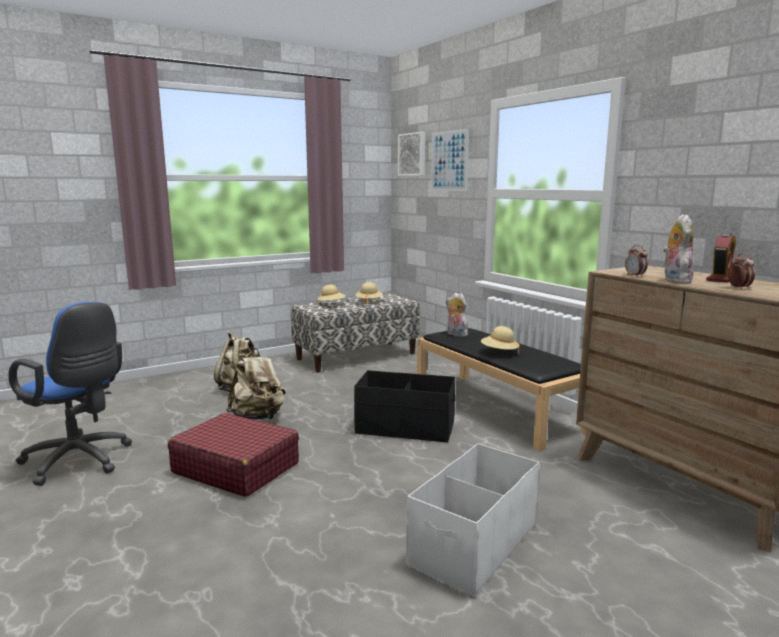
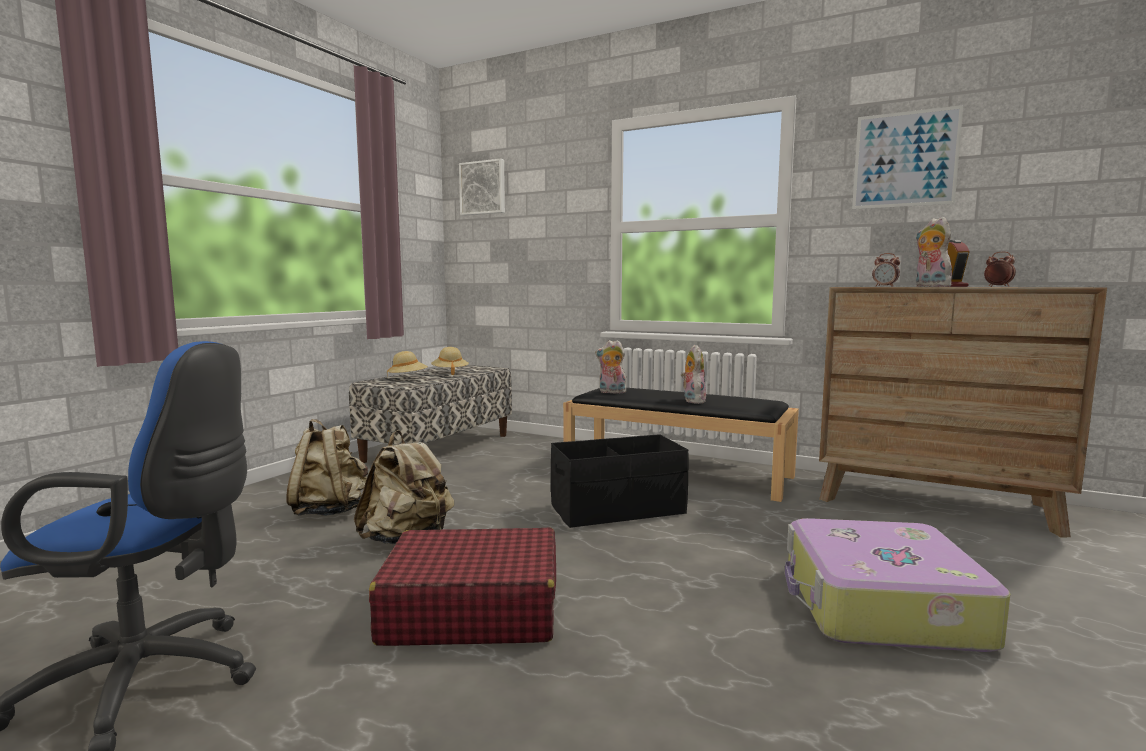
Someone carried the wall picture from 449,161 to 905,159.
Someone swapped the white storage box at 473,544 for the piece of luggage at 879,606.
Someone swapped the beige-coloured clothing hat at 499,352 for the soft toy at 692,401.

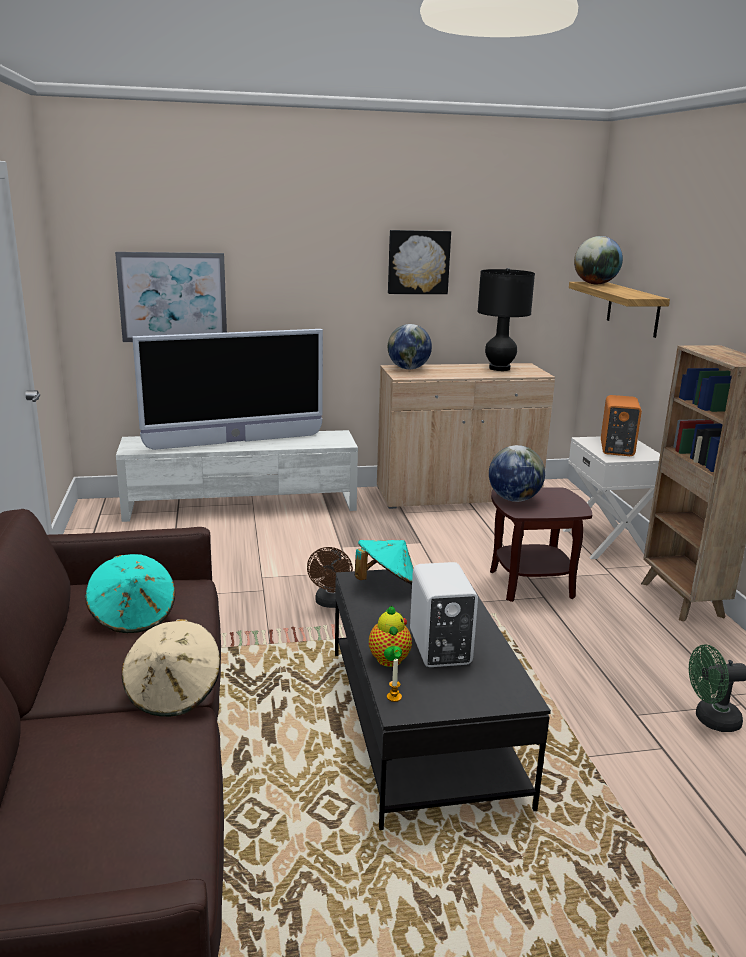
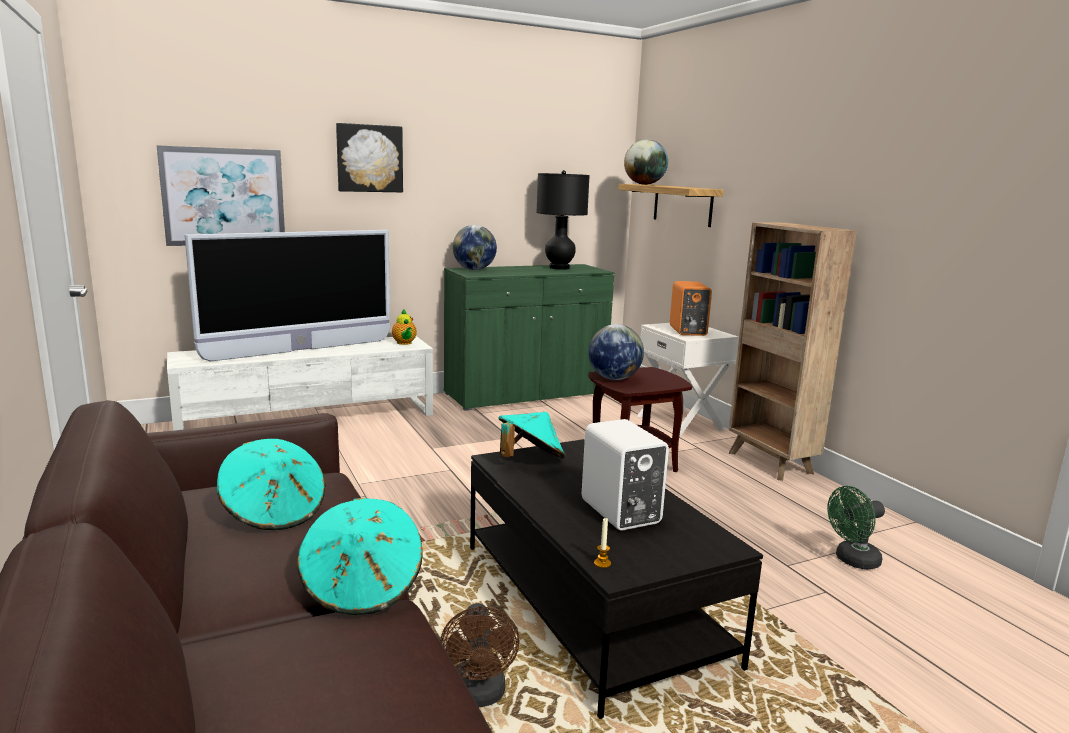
Someone carried the brown-coloured fan from 331,603 to 478,696.
Someone carried the pot for tea from 389,661 to 404,343.
Someone carried the wall picture from 418,262 to 369,158.
Someone repainted the beige-coloured clothing hat at 174,693, which became the turquoise clothing hat at 362,587.
Someone repainted the beige-coloured storage cabinet at 457,495, which became the green storage cabinet at 526,394.

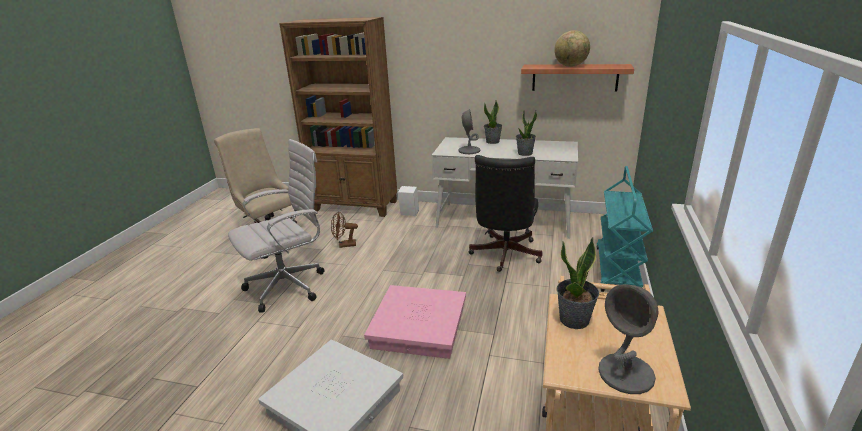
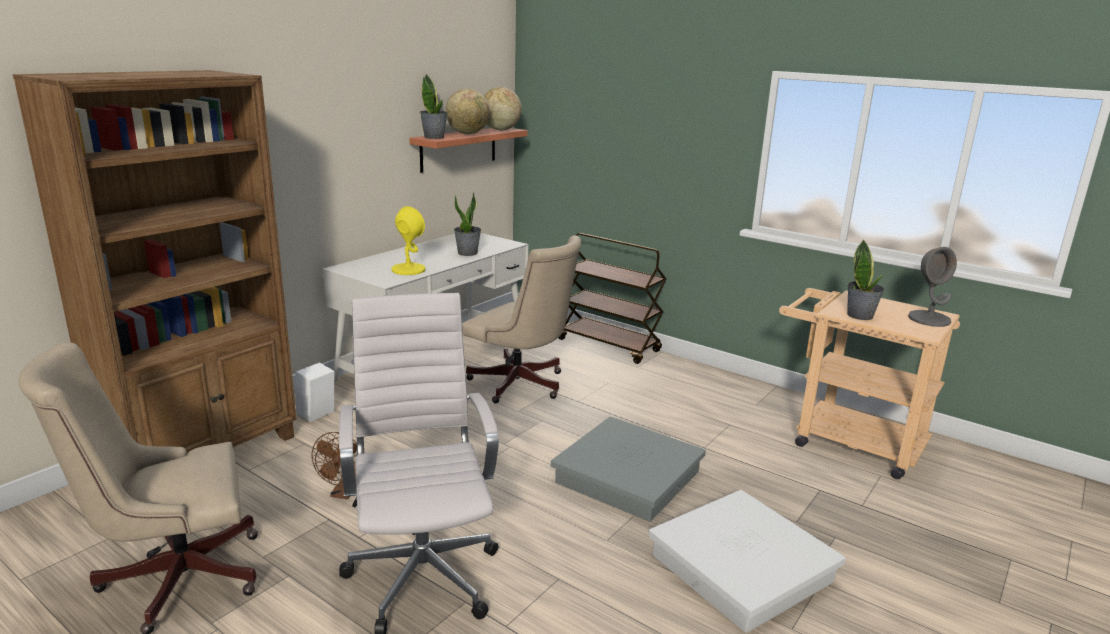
Someone put down the world globe at 500,130.
Someone carried the plant in a pot from 493,141 to 434,137.
Someone repainted the pinkish storage box at 418,327, which became the grey storage box at 627,477.
Someone repainted the grey lamp for a table at 469,150, which became the yellow-coloured lamp for a table at 408,270.
Someone repainted the blackish desk chair at 504,255, which became the beige-coloured desk chair at 522,385.
Someone repainted the turquoise wheeled cart at 617,271, which became the brown-coloured wheeled cart at 609,345.

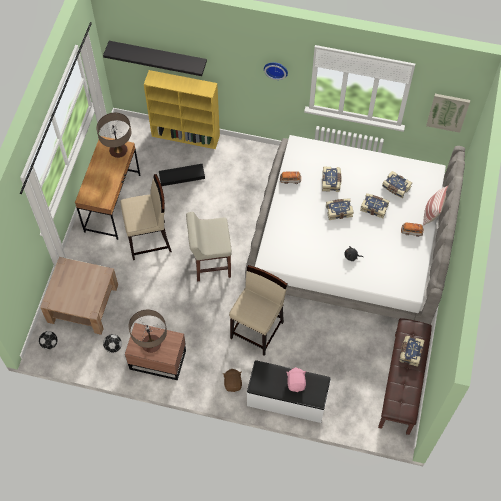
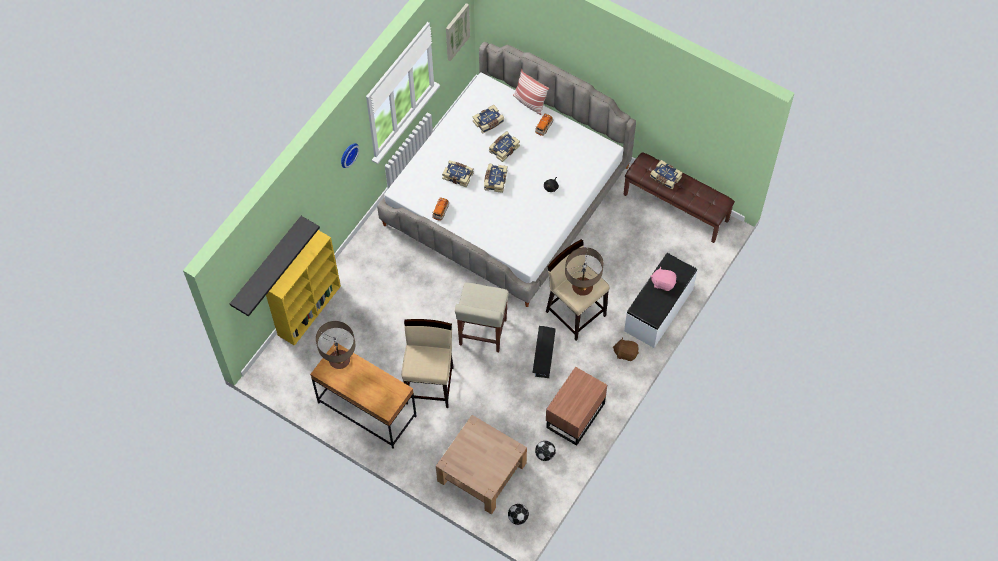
Someone carried the lamp for a table from 151,344 to 582,287.
Someone carried the blackish storage box from 181,176 to 543,353.

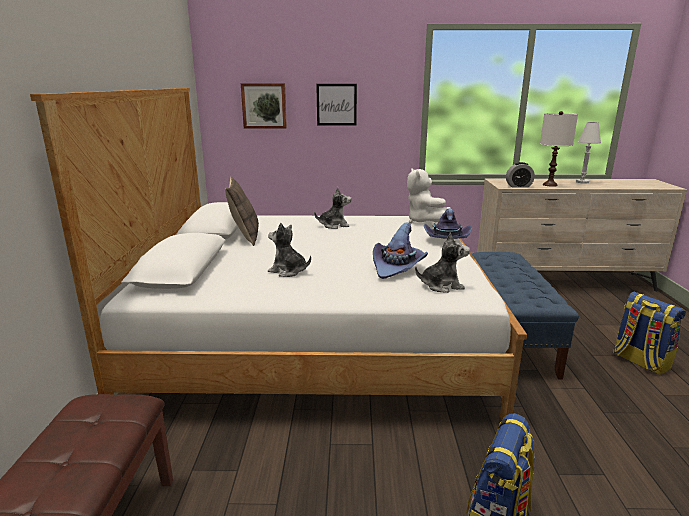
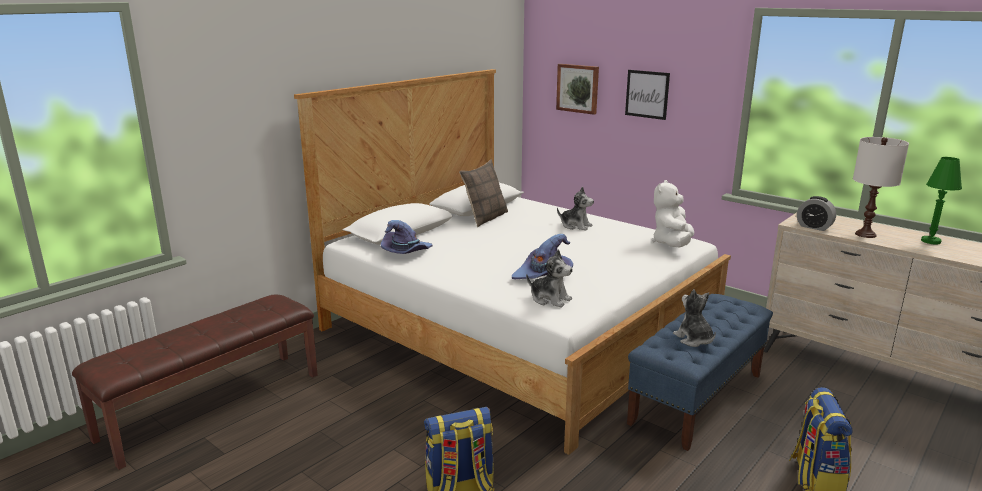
Someone carried the soft toy from 288,271 to 694,339.
Someone carried the purple clothing hat from 446,239 to 406,252.
Someone repainted the white lamp for a table at 582,182, which became the green lamp for a table at 930,241.

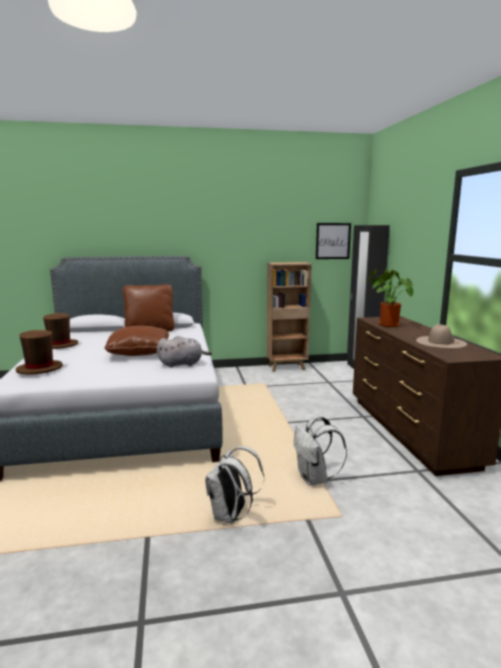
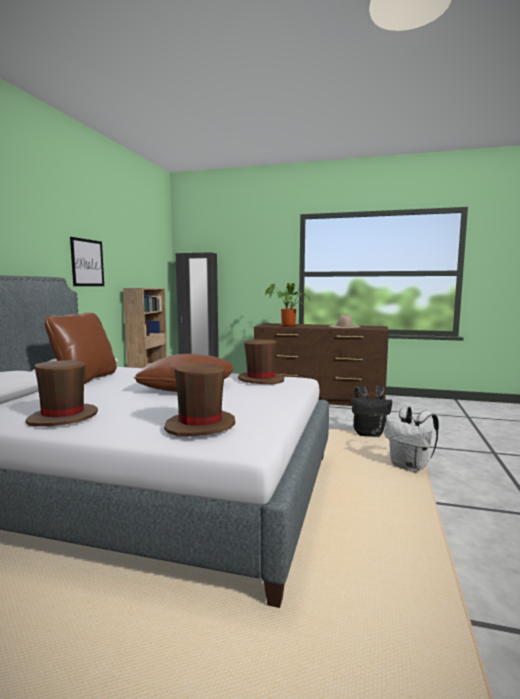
Someone carried the wall picture from 333,241 to 87,262.
Someone swapped the grey soft toy at 182,364 for the brown-coloured clothing hat at 261,380.
Someone repainted the white rucksack at 314,479, which became the blackish rucksack at 369,434.

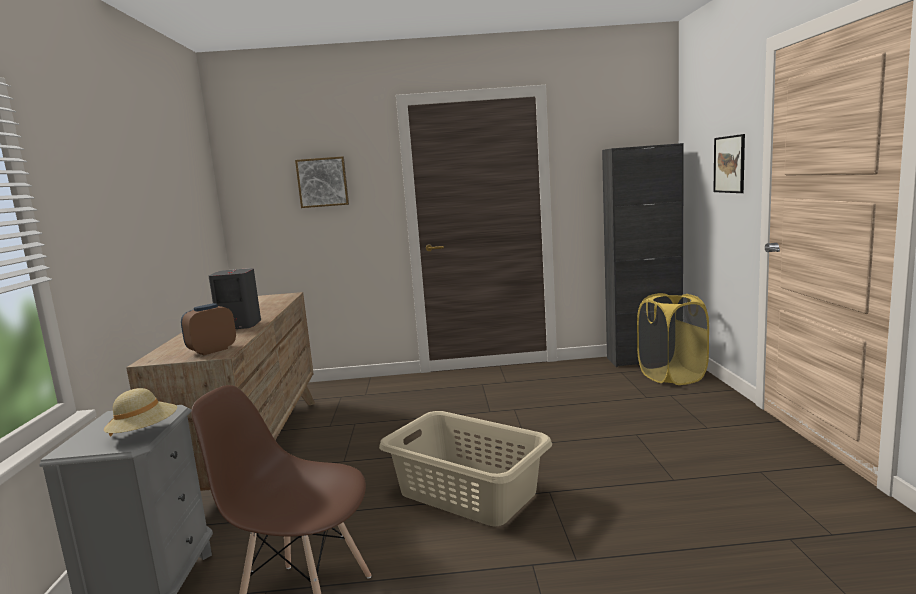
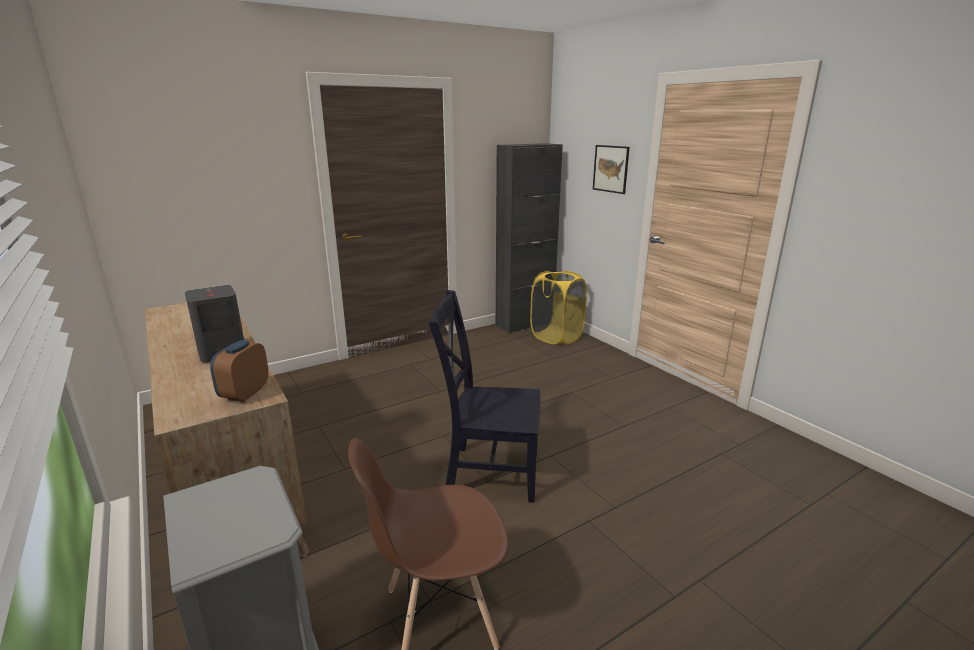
Someone took away the beige-coloured clothing hat at 144,433.
Someone took away the wall picture at 322,182.
Someone swapped the beige-coloured hamper at 467,492 for the blackish chair at 488,472.

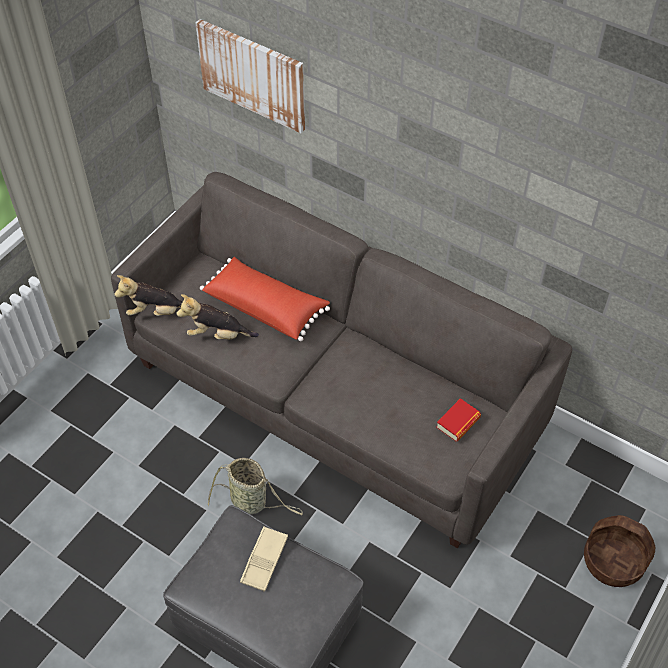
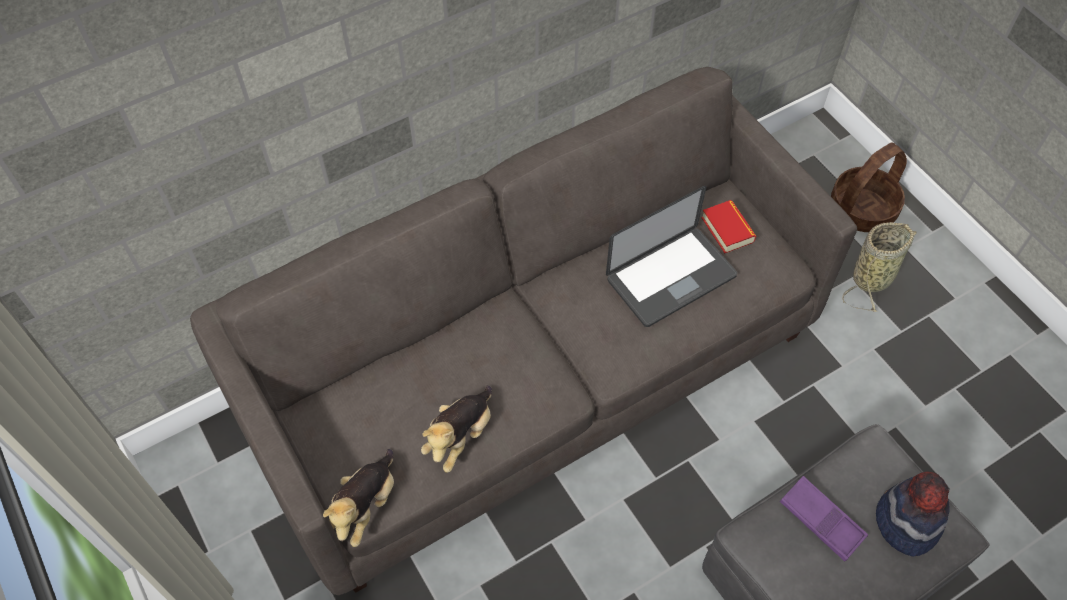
Someone took away the wall picture at 253,74.
Someone took away the red-coloured throw pillow at 266,306.
Someone put down the portable computer at 671,278.
Someone put down the clothing hat at 906,522.
Someone carried the household basket from 251,502 to 874,276.
Someone repainted the beige-coloured tray at 264,561, which became the purple tray at 821,520.

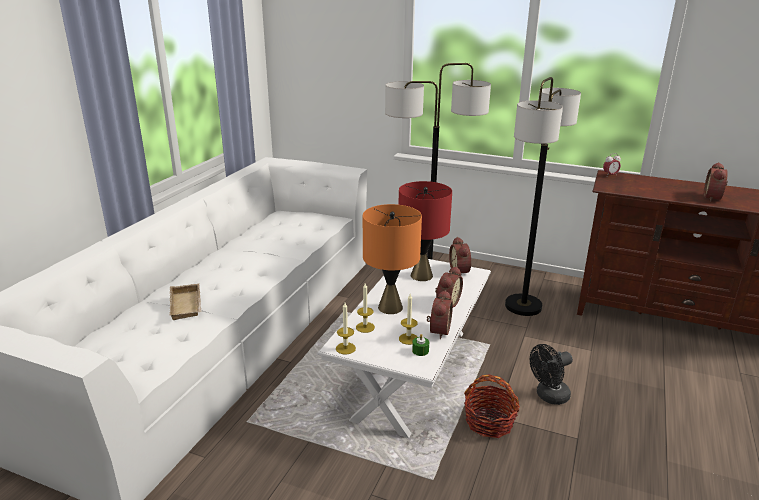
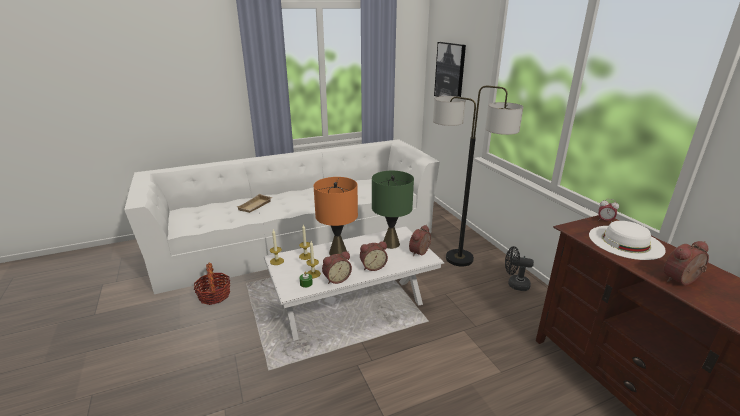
Someone took away the floor lamp at 523,306.
Someone put up the wall picture at 450,72.
Someone put down the white clothing hat at 625,242.
Someone carried the household basket from 489,422 to 214,295.
Someone carried the blackish fan from 548,396 to 514,284.
Someone repainted the red-coloured lamp for a table at 421,275, which became the green lamp for a table at 391,244.

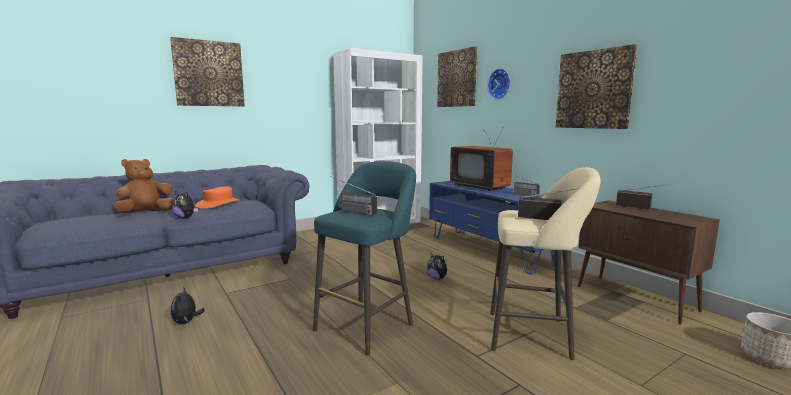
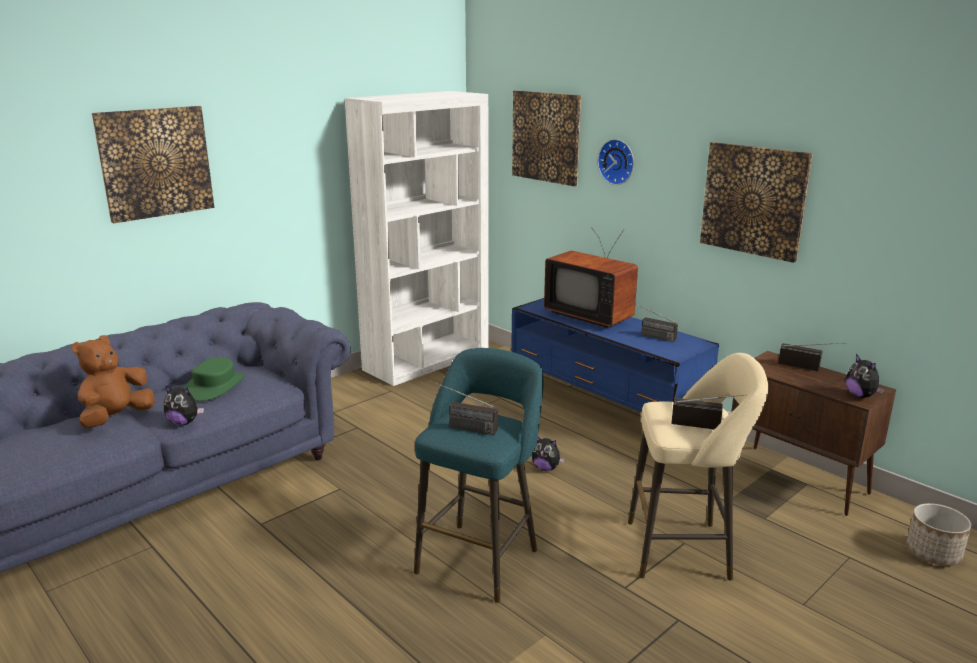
Someone carried the soft toy from 186,322 to 861,396.
Someone repainted the orangey clothing hat at 218,204, which became the green clothing hat at 215,386.

